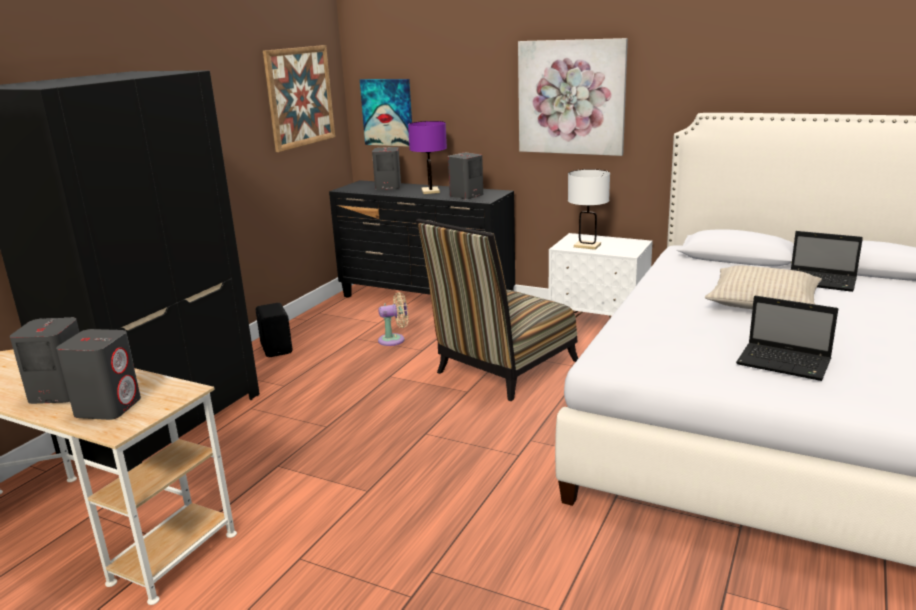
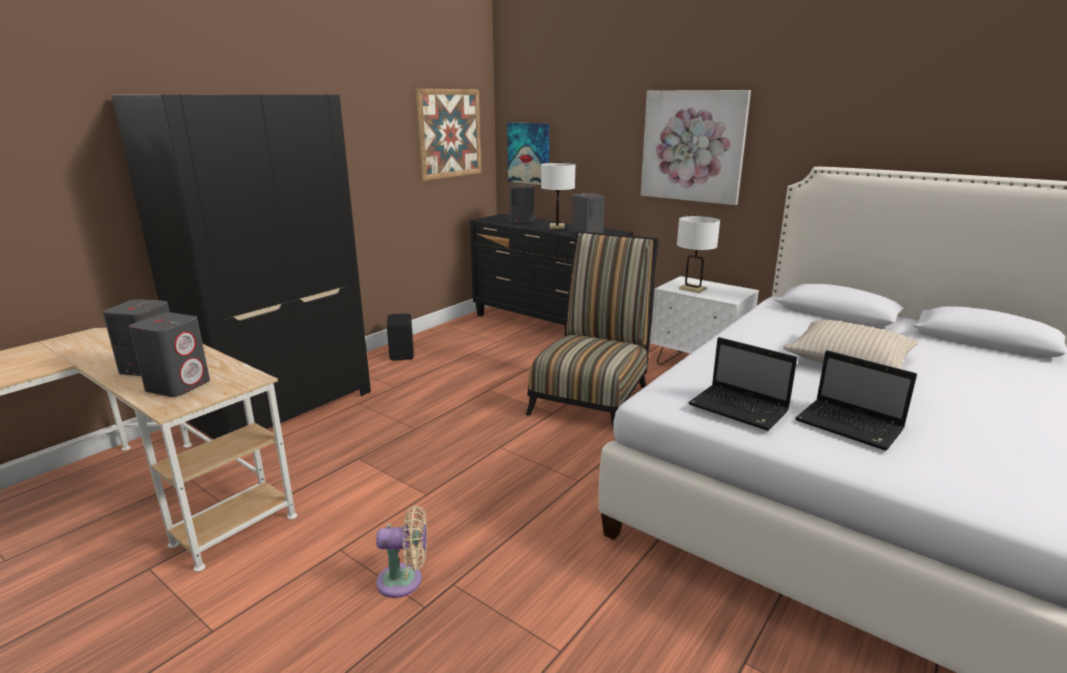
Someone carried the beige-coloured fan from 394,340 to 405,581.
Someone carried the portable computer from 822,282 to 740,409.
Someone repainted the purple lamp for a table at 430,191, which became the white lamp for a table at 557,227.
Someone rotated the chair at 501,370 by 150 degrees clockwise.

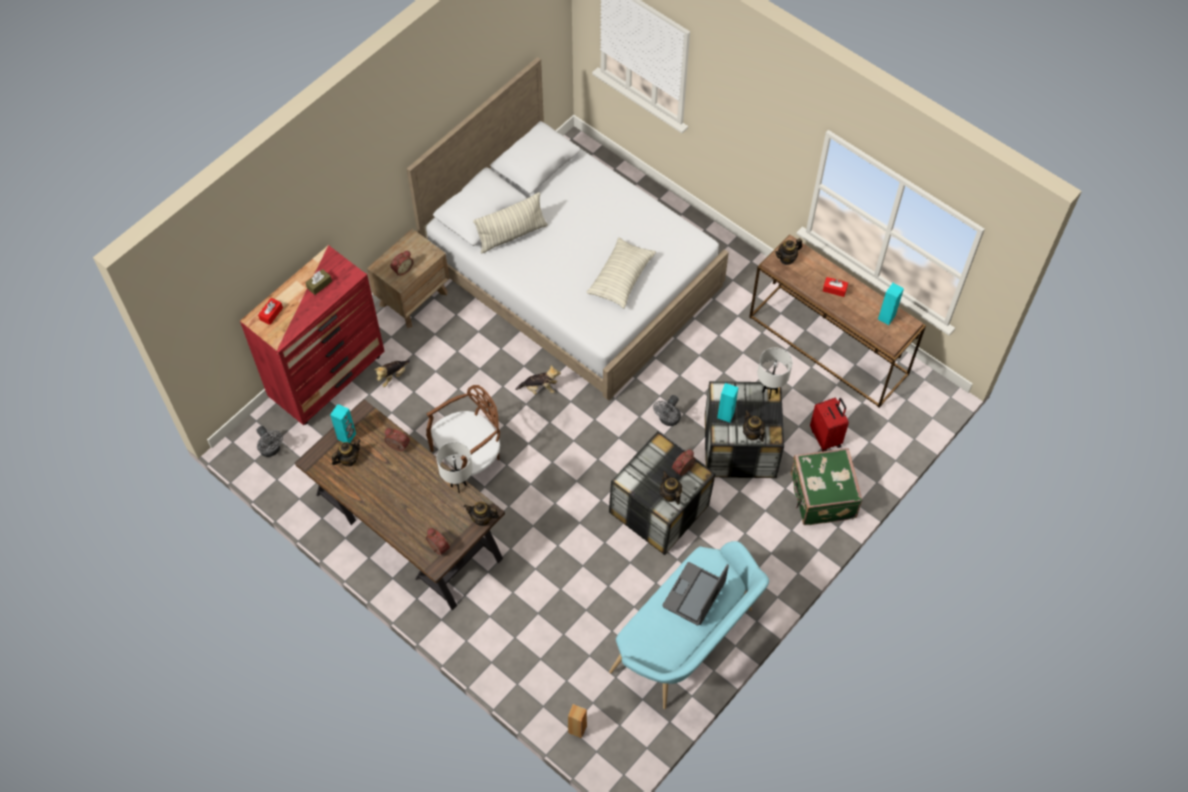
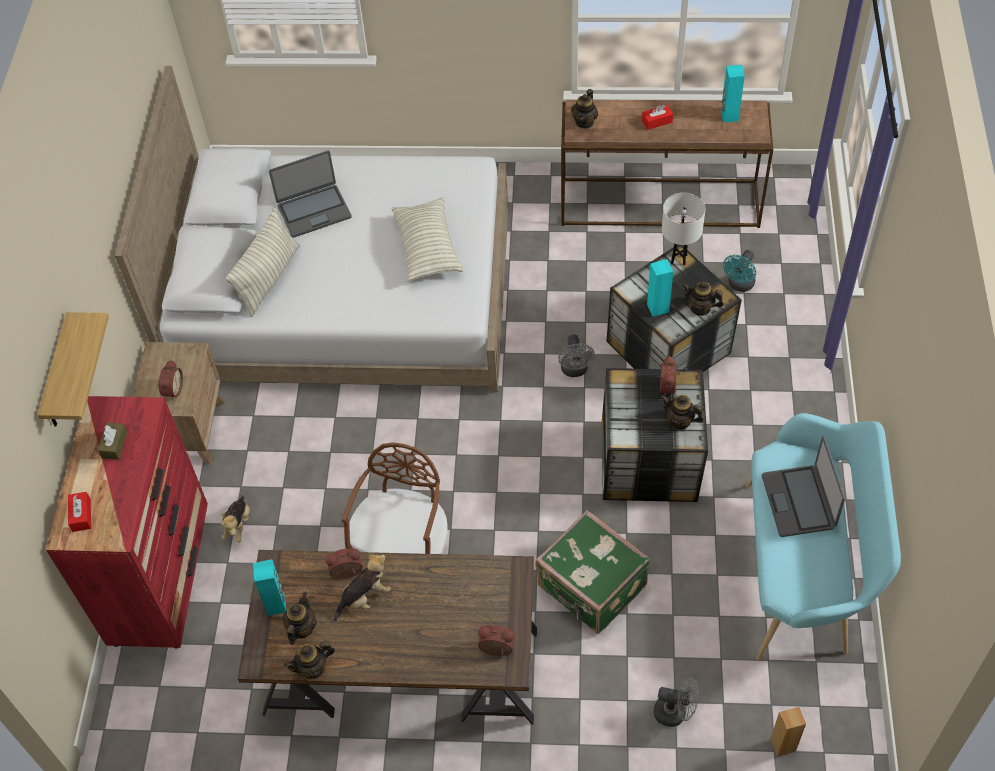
Someone took away the white lamp for a table at 458,486.
Someone put up the shelf at 58,375.
Someone put down the portable computer at 314,211.
Someone carried the grey fan from 271,450 to 675,713.
Someone carried the pot for tea from 482,519 to 313,668.
Someone carried the soft toy from 539,388 to 365,597.
Someone carried the green piece of luggage from 821,497 to 591,588.
Someone swapped the red-coloured piece of luggage at 826,437 for the turquoise fan at 739,285.

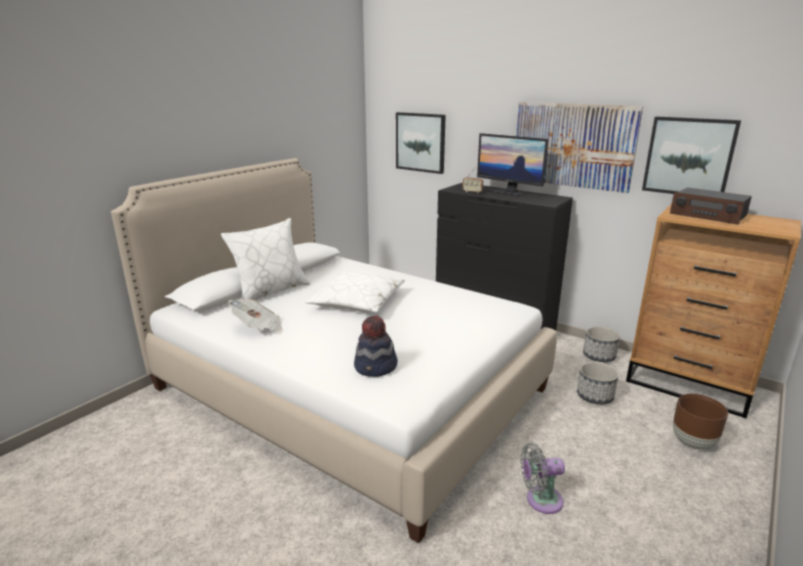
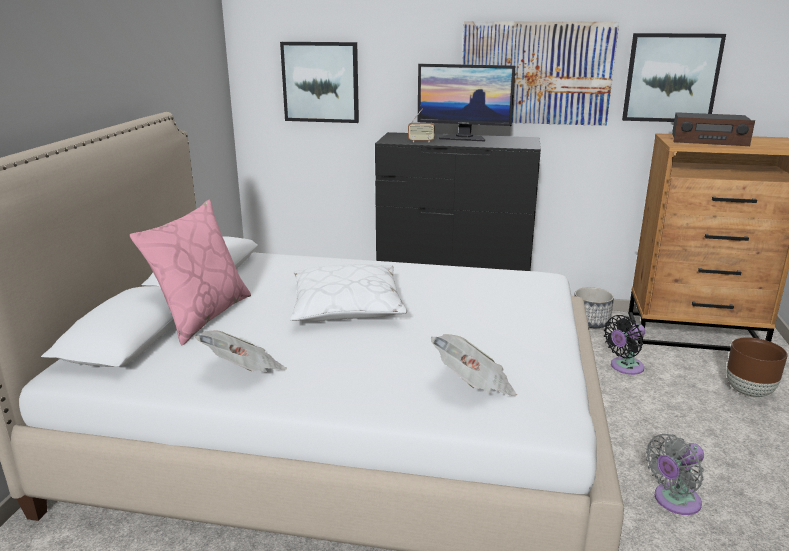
Someone swapped the clothing hat at 376,367 for the newspaper at 473,385.
Someone swapped the plant pot at 595,396 for the blackish fan at 624,367.
Someone repainted the white throw pillow at 270,291, which became the pinkish throw pillow at 202,316.

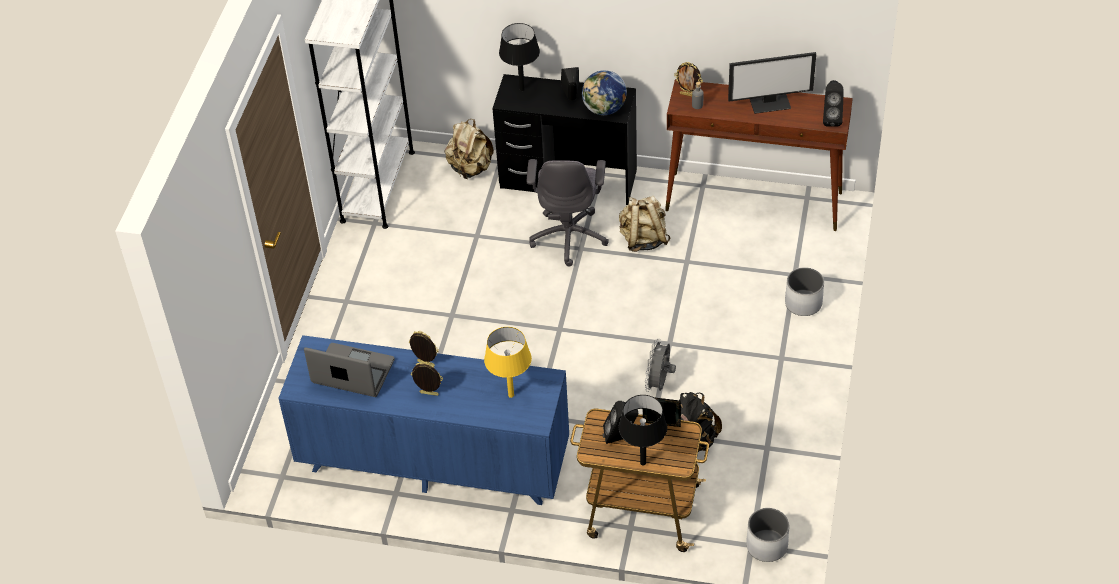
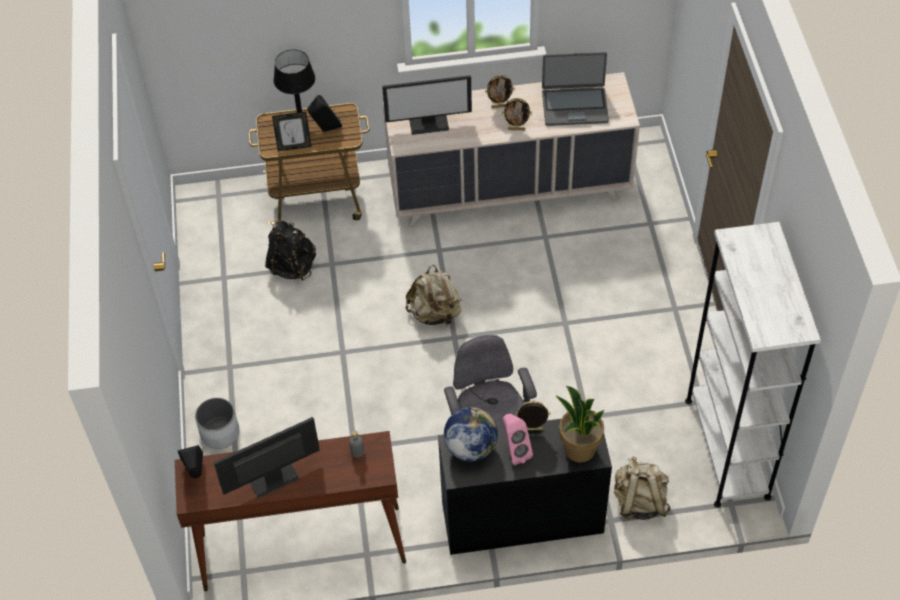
Someone took away the grey fan at 659,383.
Someone took away the white plant pot at 767,546.
Someone carried the beige-coloured rucksack from 643,239 to 435,313.
Someone carried the picture frame from 688,95 to 532,430.
Someone swapped the yellow-coloured lamp for a table at 511,395 for the monitor at 429,123.
Someone swapped the blackish lamp for a table at 522,89 for the plant in a pot at 579,449.
Someone repainted the bluish drawer chest at 433,461, which became the beige-coloured drawer chest at 510,189.
Someone repainted the blackish speaker at 571,99, which became the pinkish speaker at 514,451.

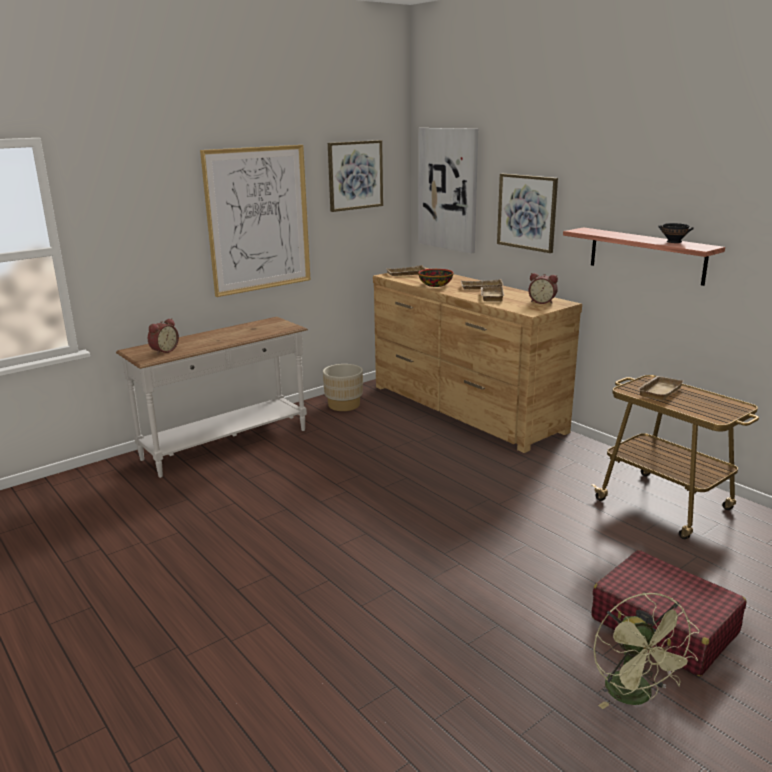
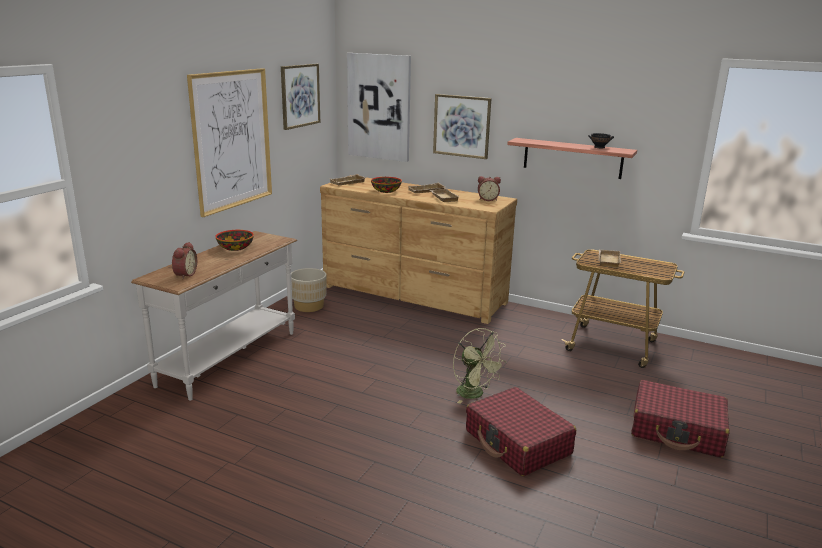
Someone put down the serving bowl at 235,248.
Someone put down the red-coloured piece of luggage at 517,443.
Someone carried the green fan from 635,696 to 475,394.

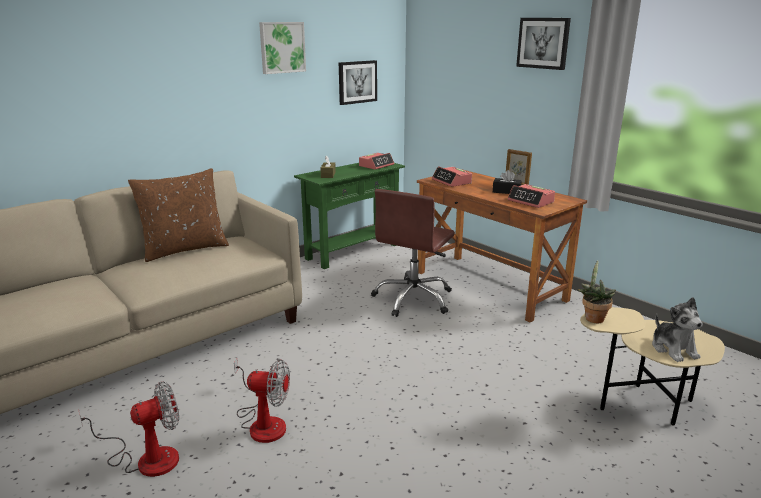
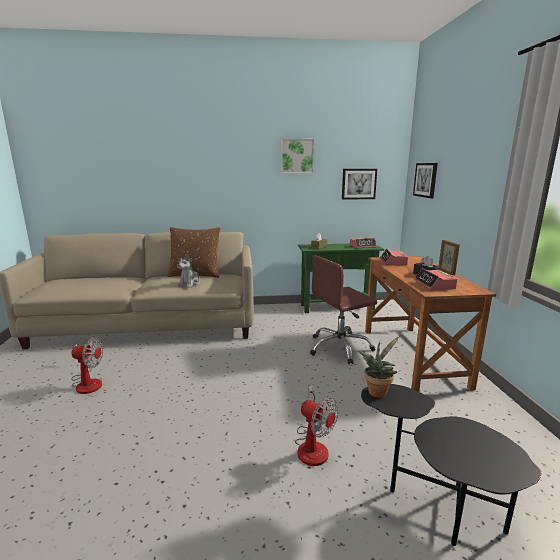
Someone carried the fan from 263,422 to 312,445.
Someone carried the wall picture from 543,43 to 426,180.
Someone carried the soft toy from 673,349 to 189,284.
Someone repainted the beige-coloured accent table at 641,406, which became the blackish accent table at 438,508.

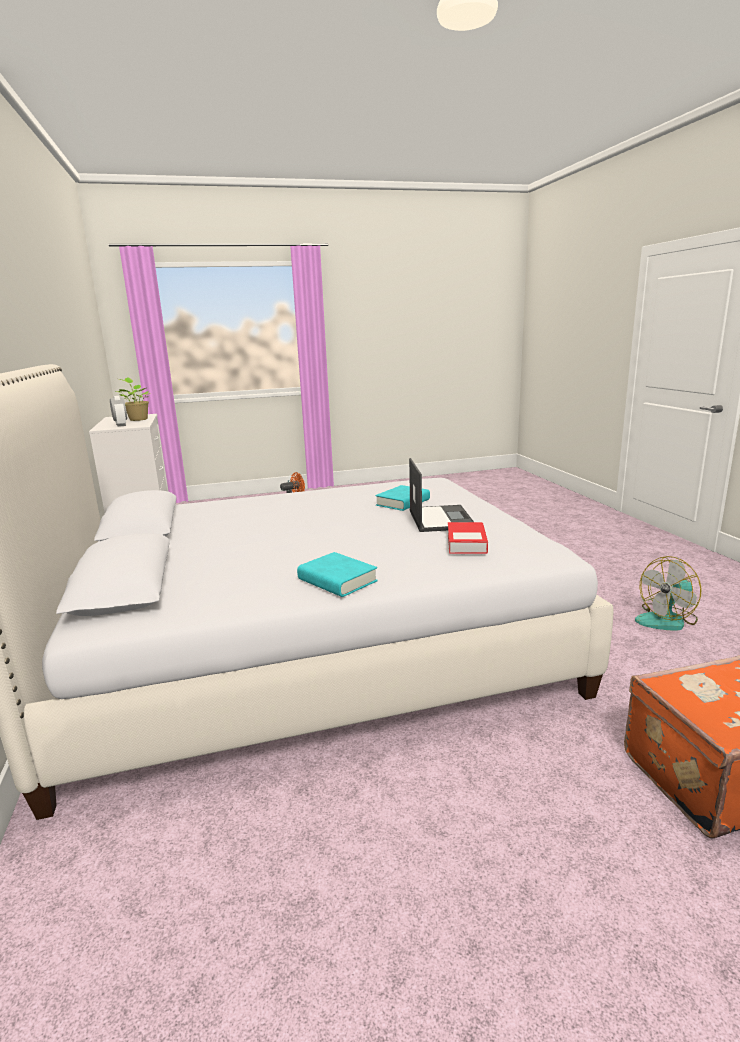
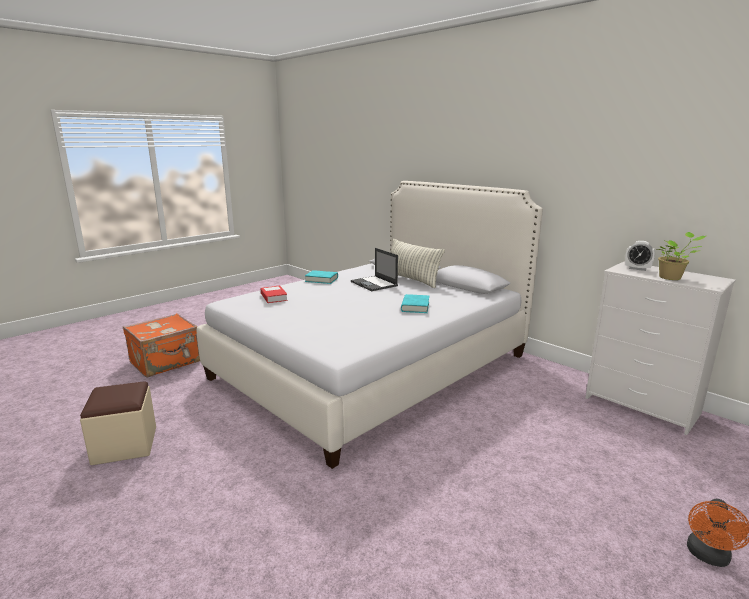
Someone put down the throw pillow at 412,280.
Someone carried the turquoise book from 403,502 to 415,307.
Someone carried the portable computer from 440,518 to 374,284.
Someone swapped the fan at 667,620 for the beige-coloured ottoman at 125,445.

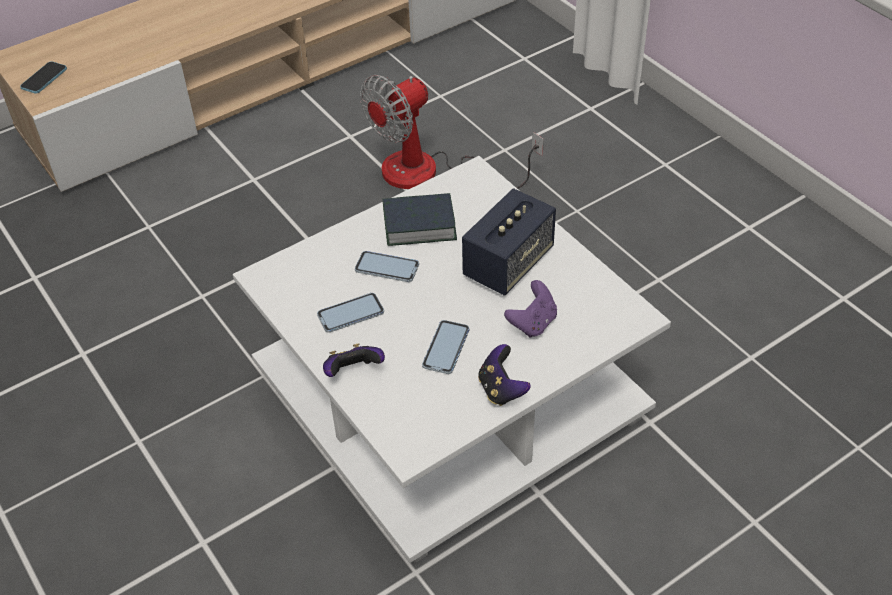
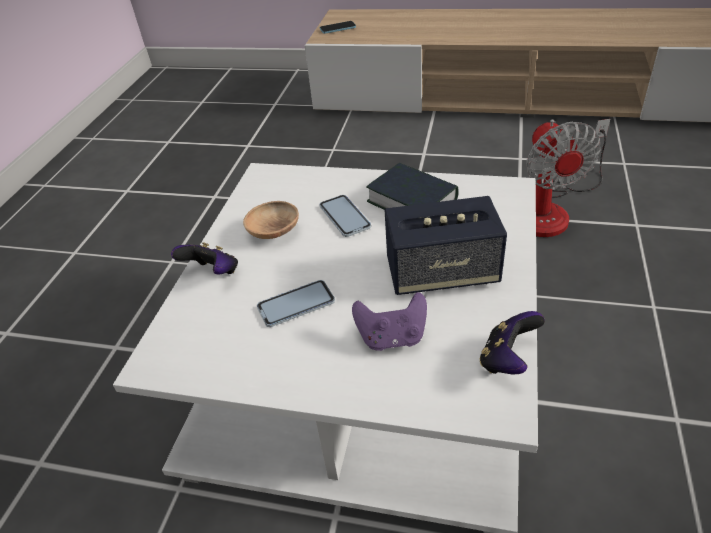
Someone carried the gamepad from 501,389 to 507,359.
Someone swapped the phone at 350,314 for the brown-coloured serving bowl at 274,232.
Someone rotated the fan at 430,173 by 105 degrees counterclockwise.

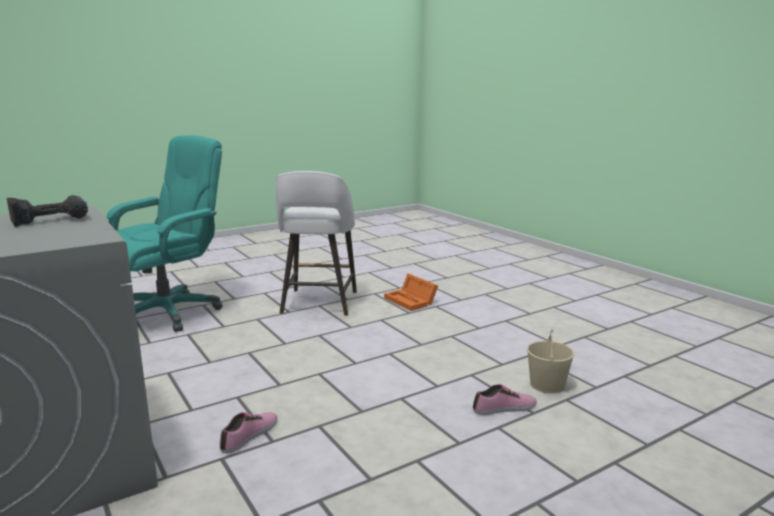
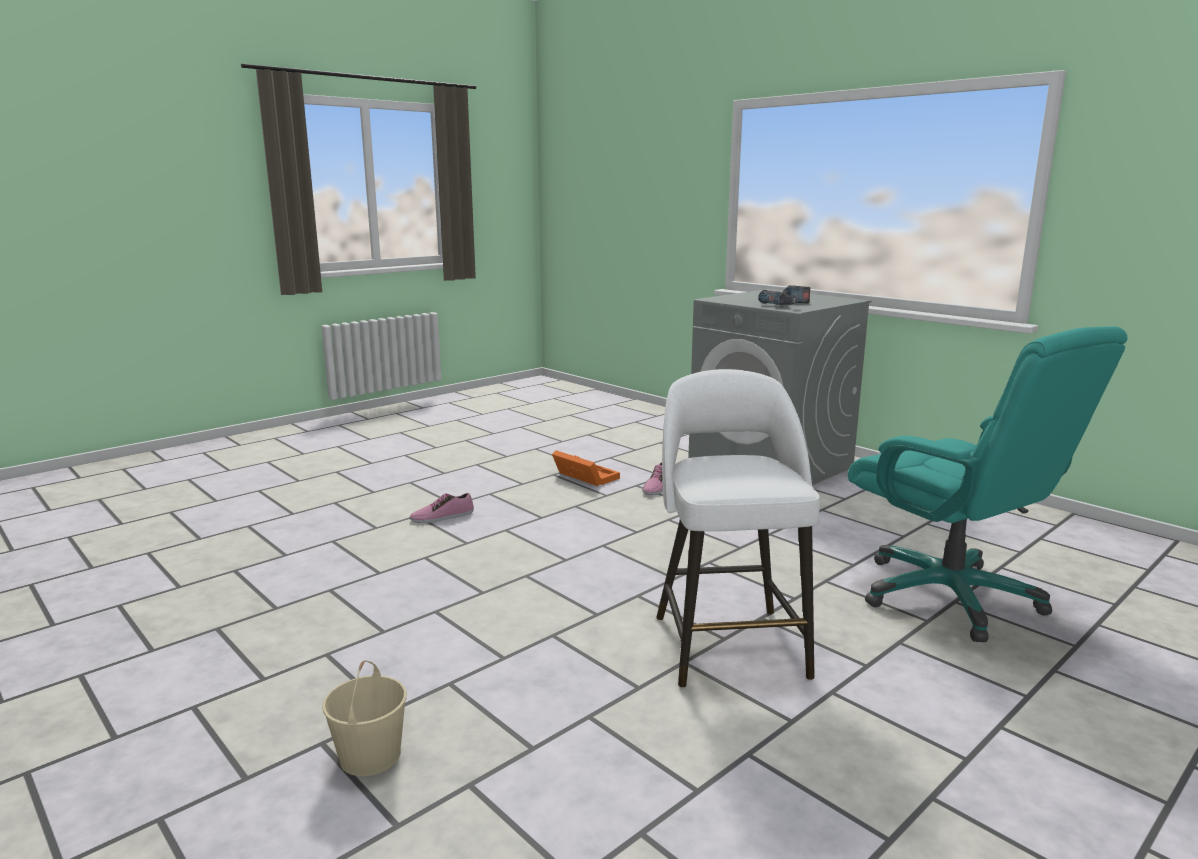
Someone carried the orangey storage box from 411,301 to 584,477.
Someone carried the beige-coloured bucket from 547,385 to 370,755.
Someone rotated the turquoise desk chair at 166,313 by 60 degrees counterclockwise.

